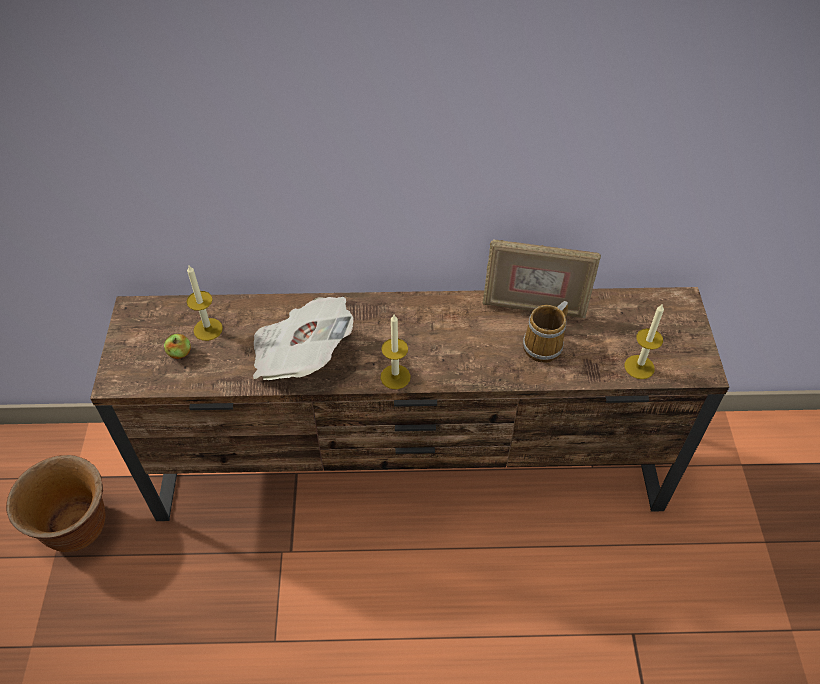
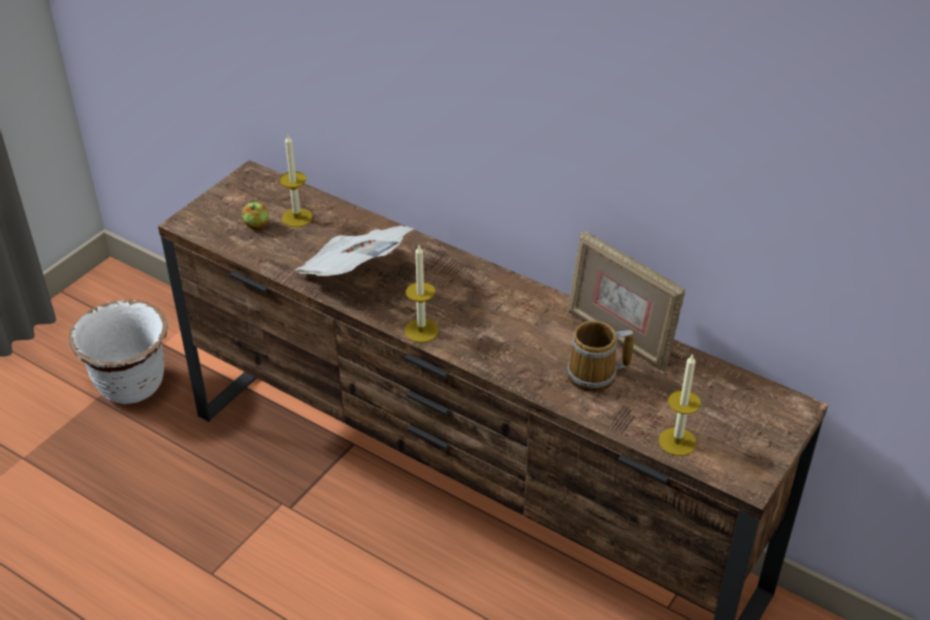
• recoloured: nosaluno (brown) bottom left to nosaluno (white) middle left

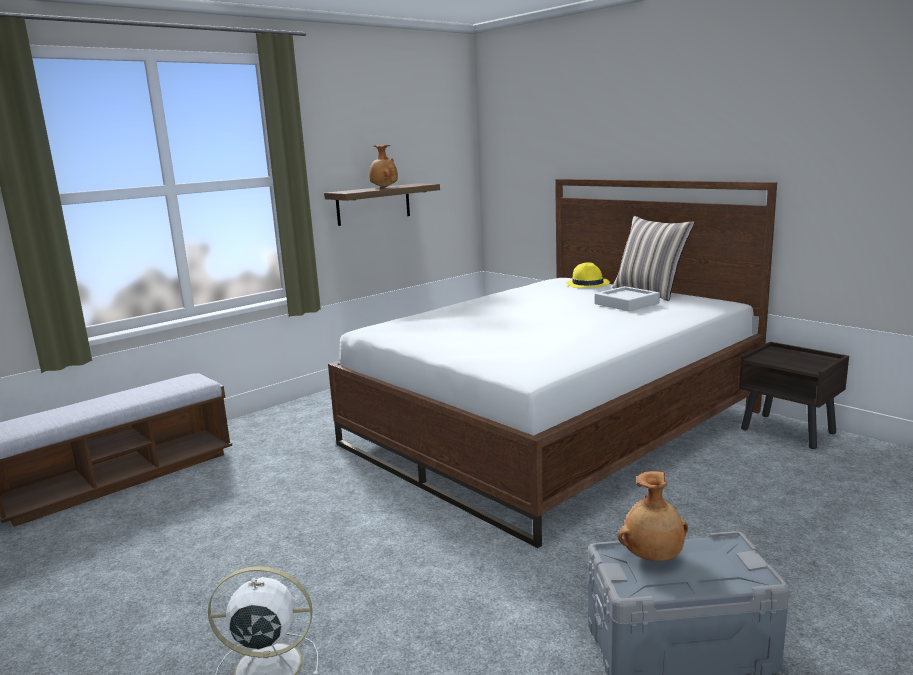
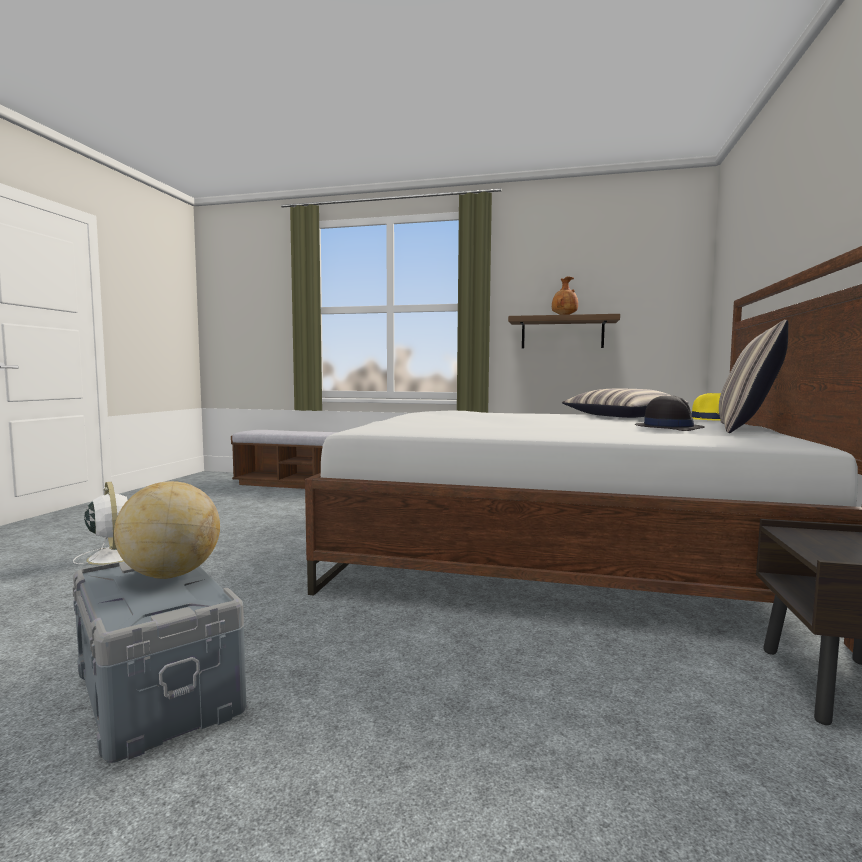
• replaced: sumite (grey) middle right to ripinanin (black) middle right
• replaced: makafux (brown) (2nd from left) bottom right to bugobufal middle left
• added: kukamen (1st from left) middle right

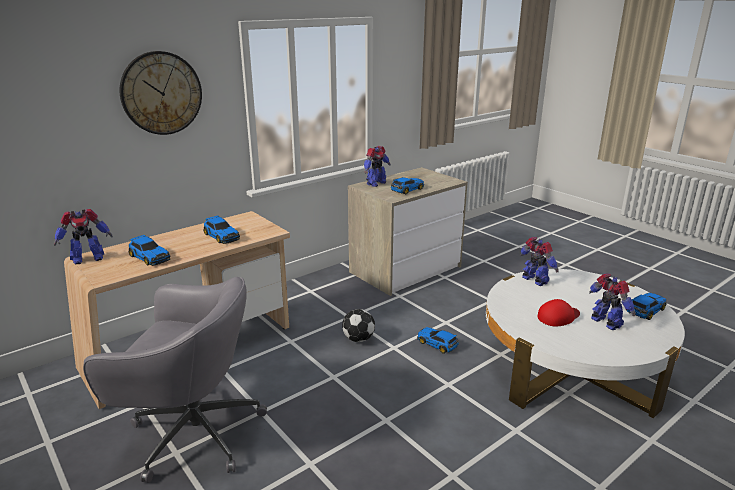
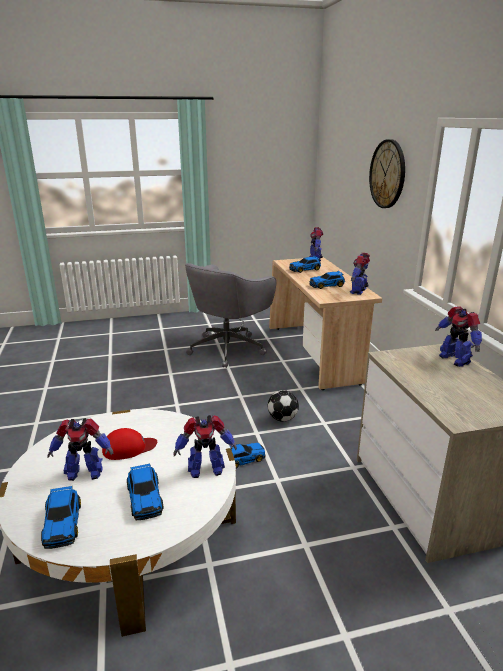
• moved: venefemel (3rd from left in the first image) centre to venefemel (2nd from left) bottom left
• turned: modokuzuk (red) middle right = middle left 105 degrees counterclockwise
• added: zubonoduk (4th from left) middle right

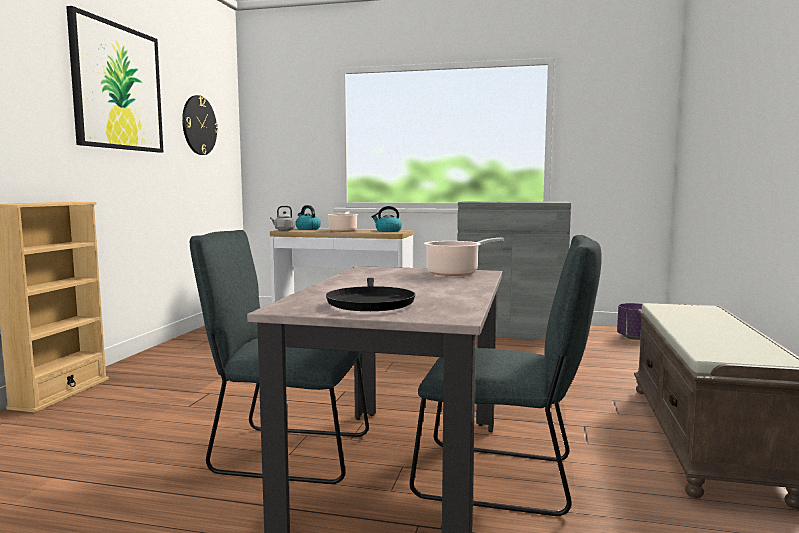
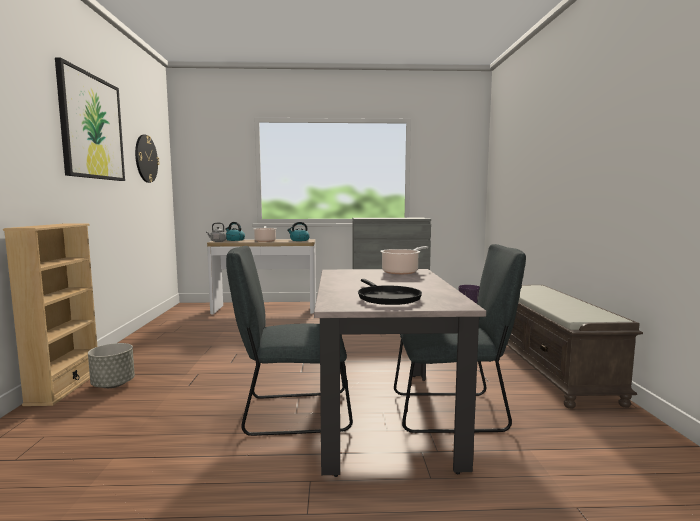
• added: nosaluno (grey) bottom left

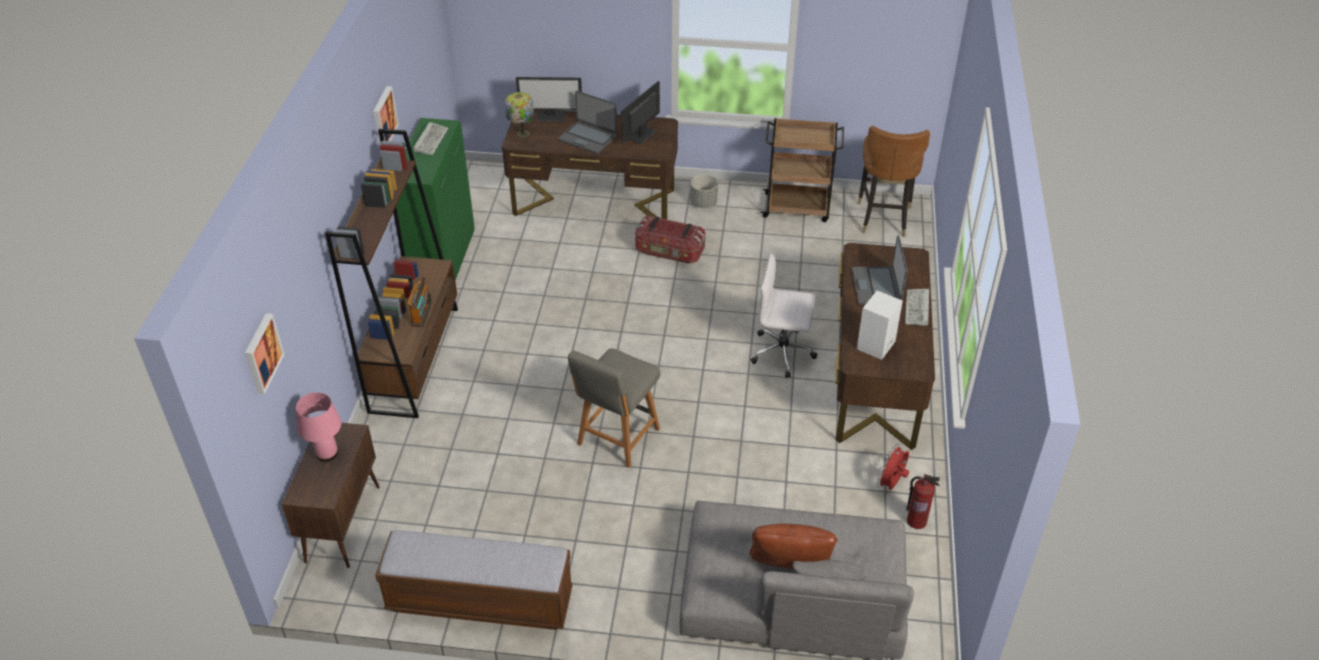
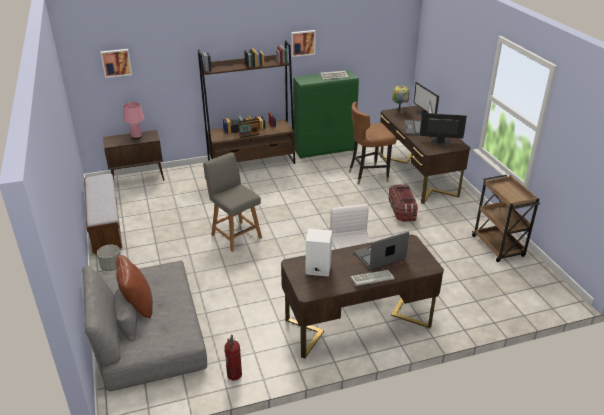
• turned: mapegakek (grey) centre = centre 45 degrees clockwise
• moved: nosaluno (grey) top centre to middle left
• moved: mapegakek (brown) top right to centre
• removed: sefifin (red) bottom right

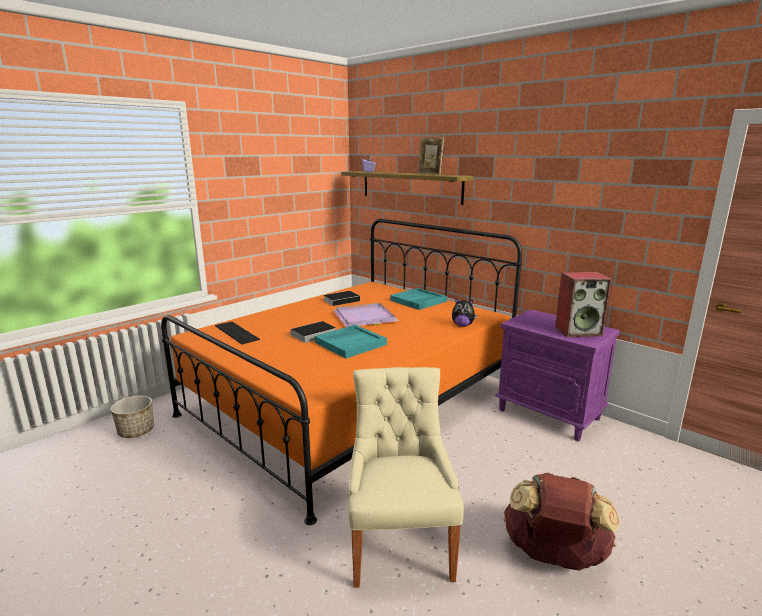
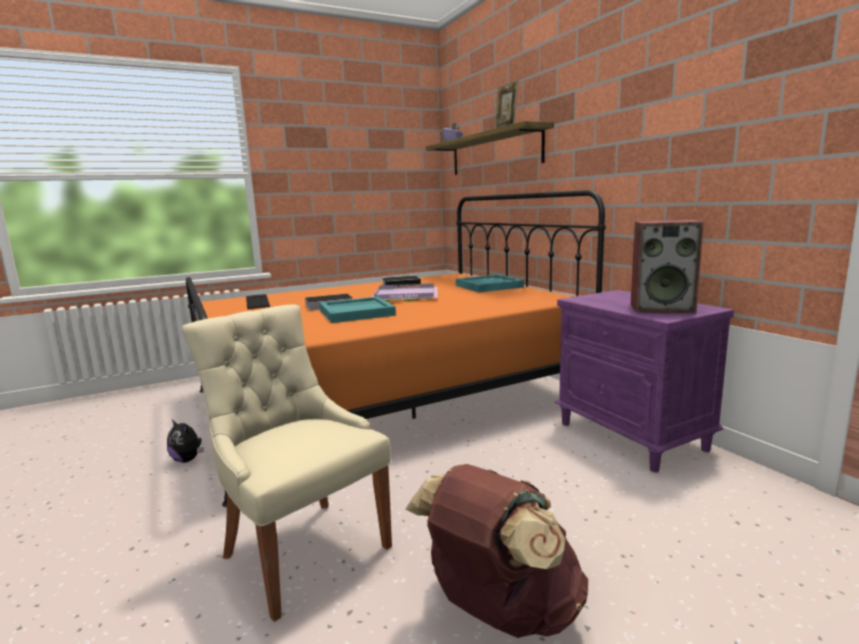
• removed: nosaluno bottom left
• turned: mapegakek (beige) bottom centre = bottom left 60 degrees counterclockwise
• moved: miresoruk centre to bottom left

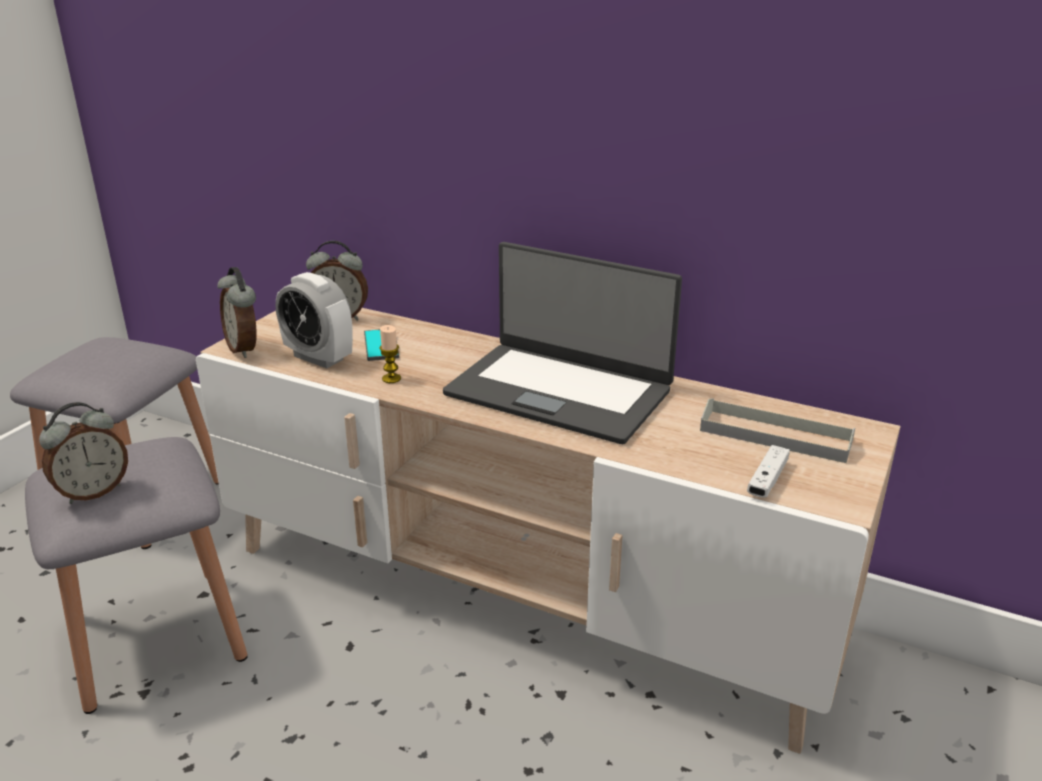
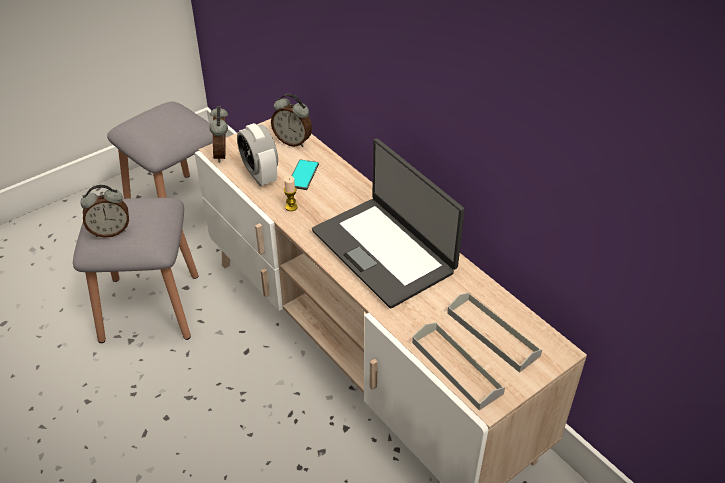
• replaced: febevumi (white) middle right to sumite (grey) (1st from left) bottom centre

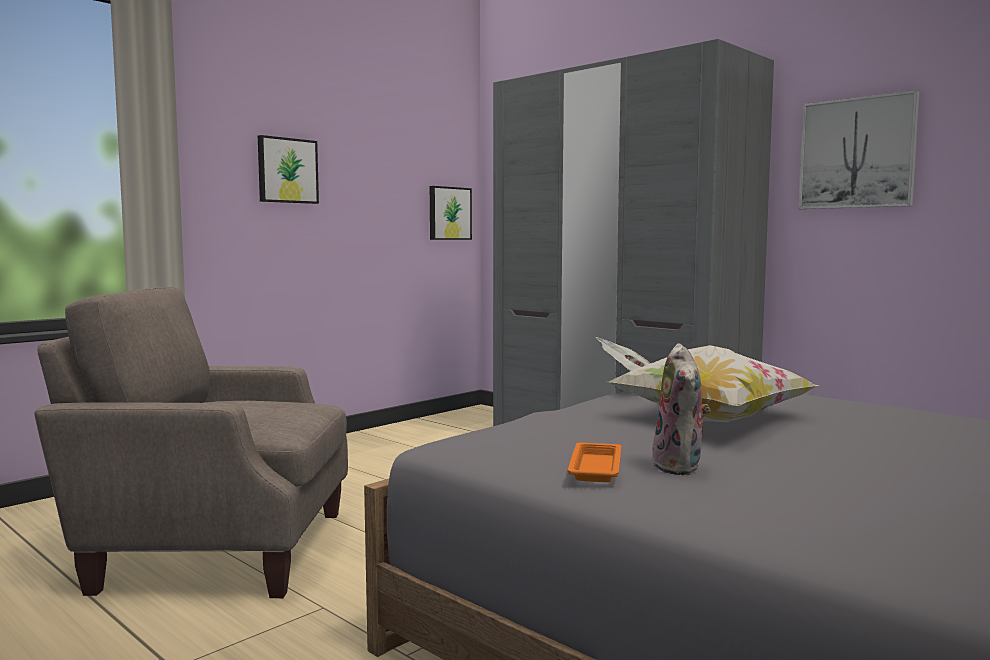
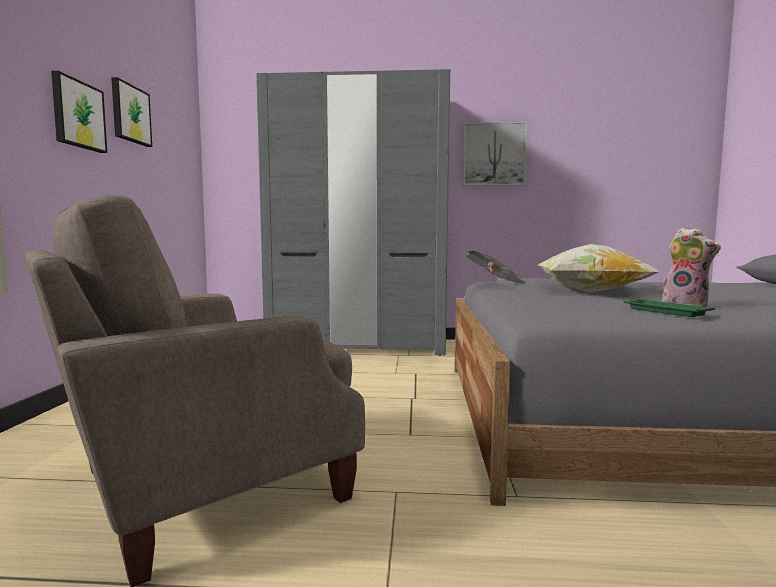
• moved: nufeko (2nd from left) top centre to top left
• recoloured: sumite (orange) bottom centre to sumite (green) middle right

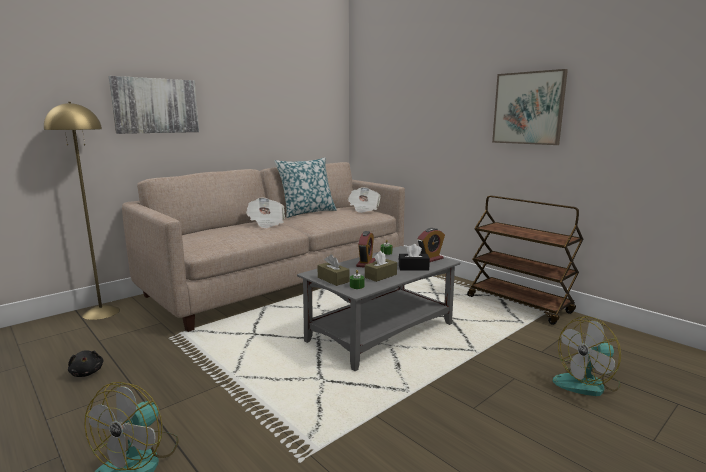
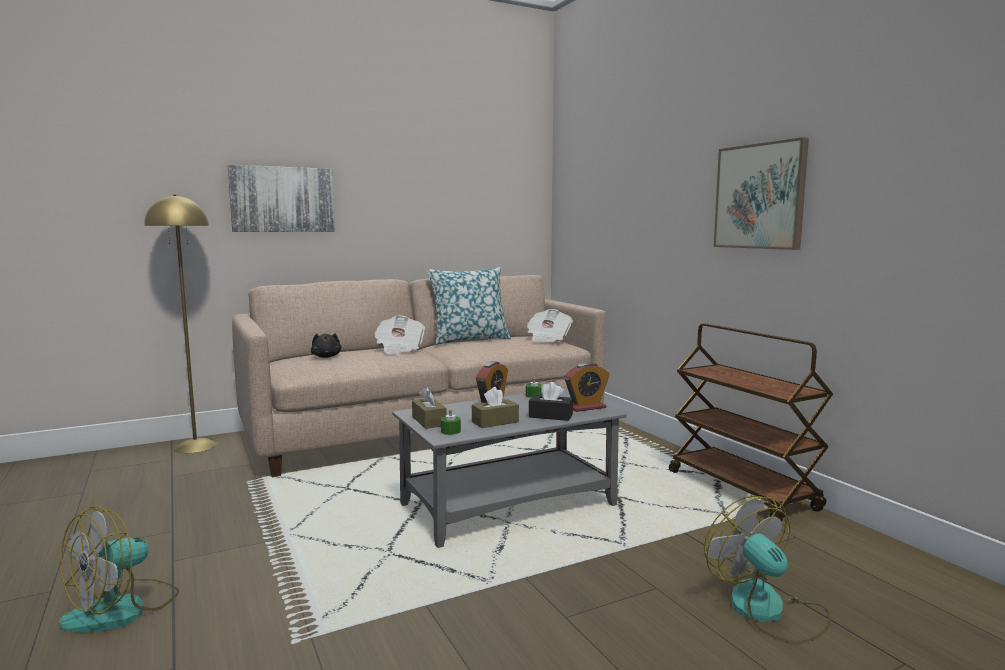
• moved: miresoruk (black) bottom left to middle left
• turned: sefifin (2nd from left) bottom right = bottom right 75 degrees clockwise

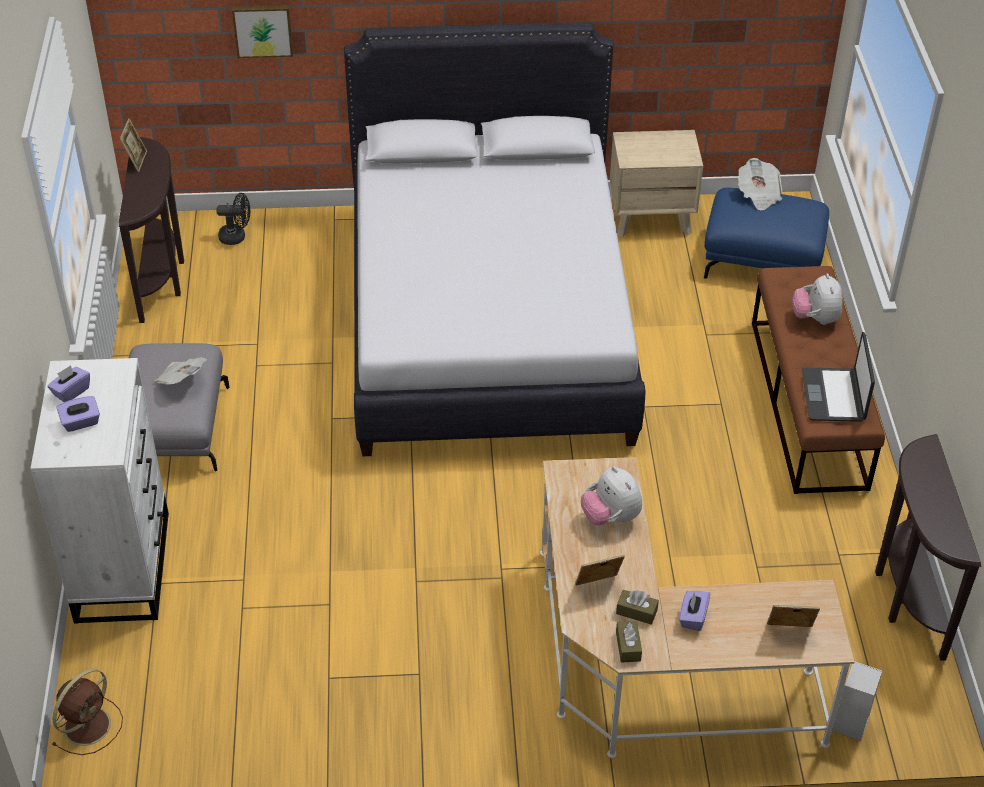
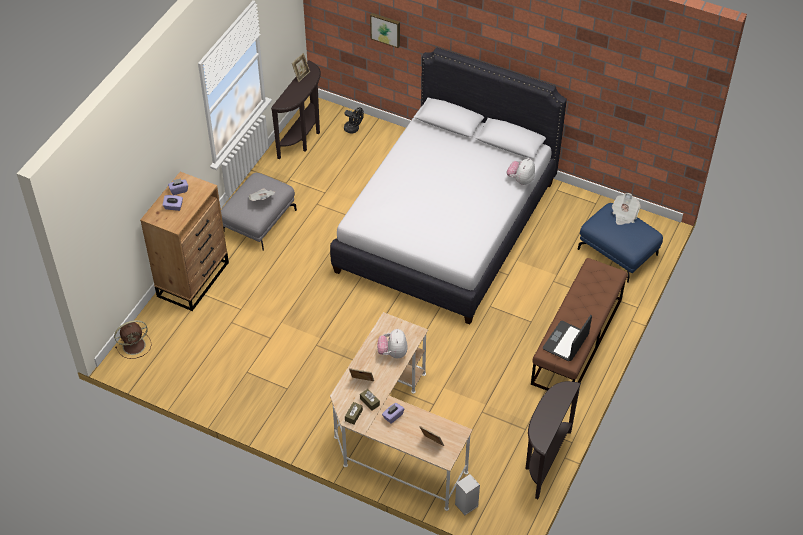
• recoloured: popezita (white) middle left to popezita (brown) middle left
• removed: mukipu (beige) top right
• moved: miresoruk (2nd from left) middle right to top centre

